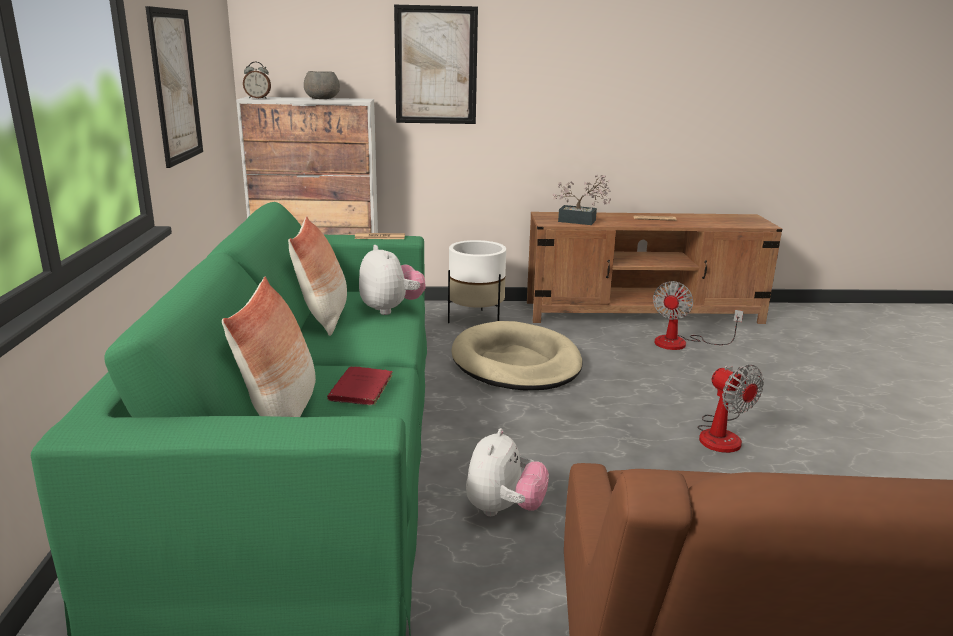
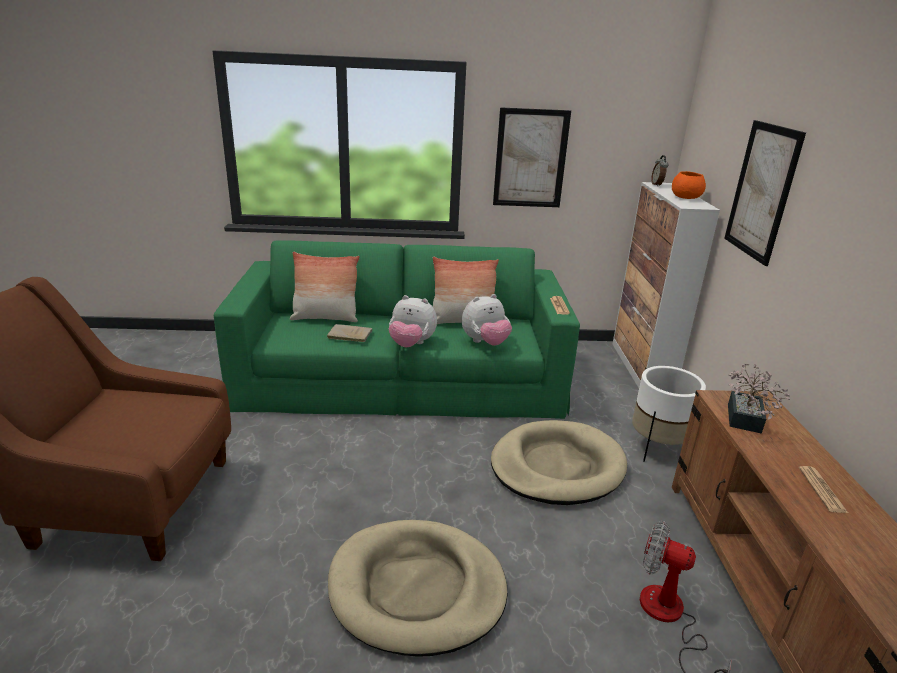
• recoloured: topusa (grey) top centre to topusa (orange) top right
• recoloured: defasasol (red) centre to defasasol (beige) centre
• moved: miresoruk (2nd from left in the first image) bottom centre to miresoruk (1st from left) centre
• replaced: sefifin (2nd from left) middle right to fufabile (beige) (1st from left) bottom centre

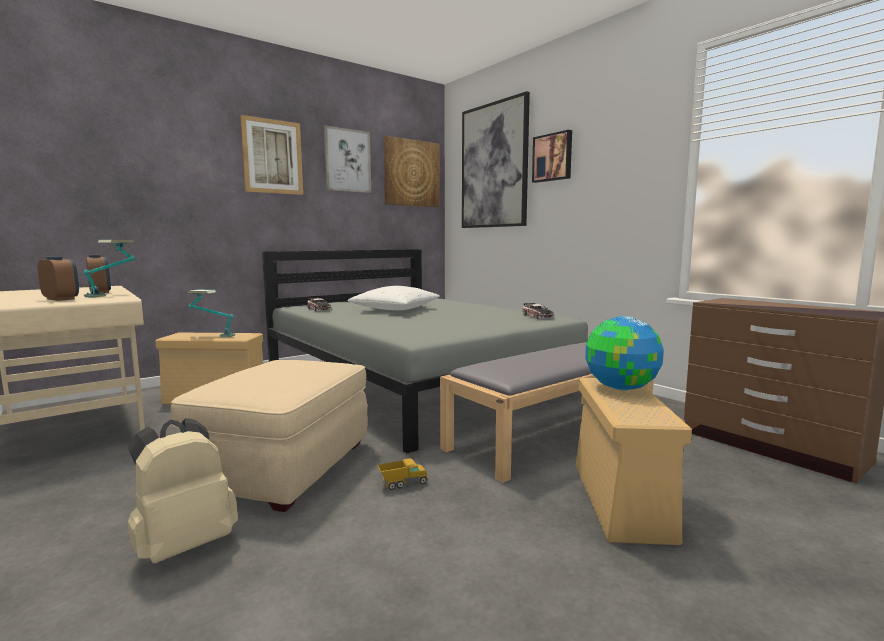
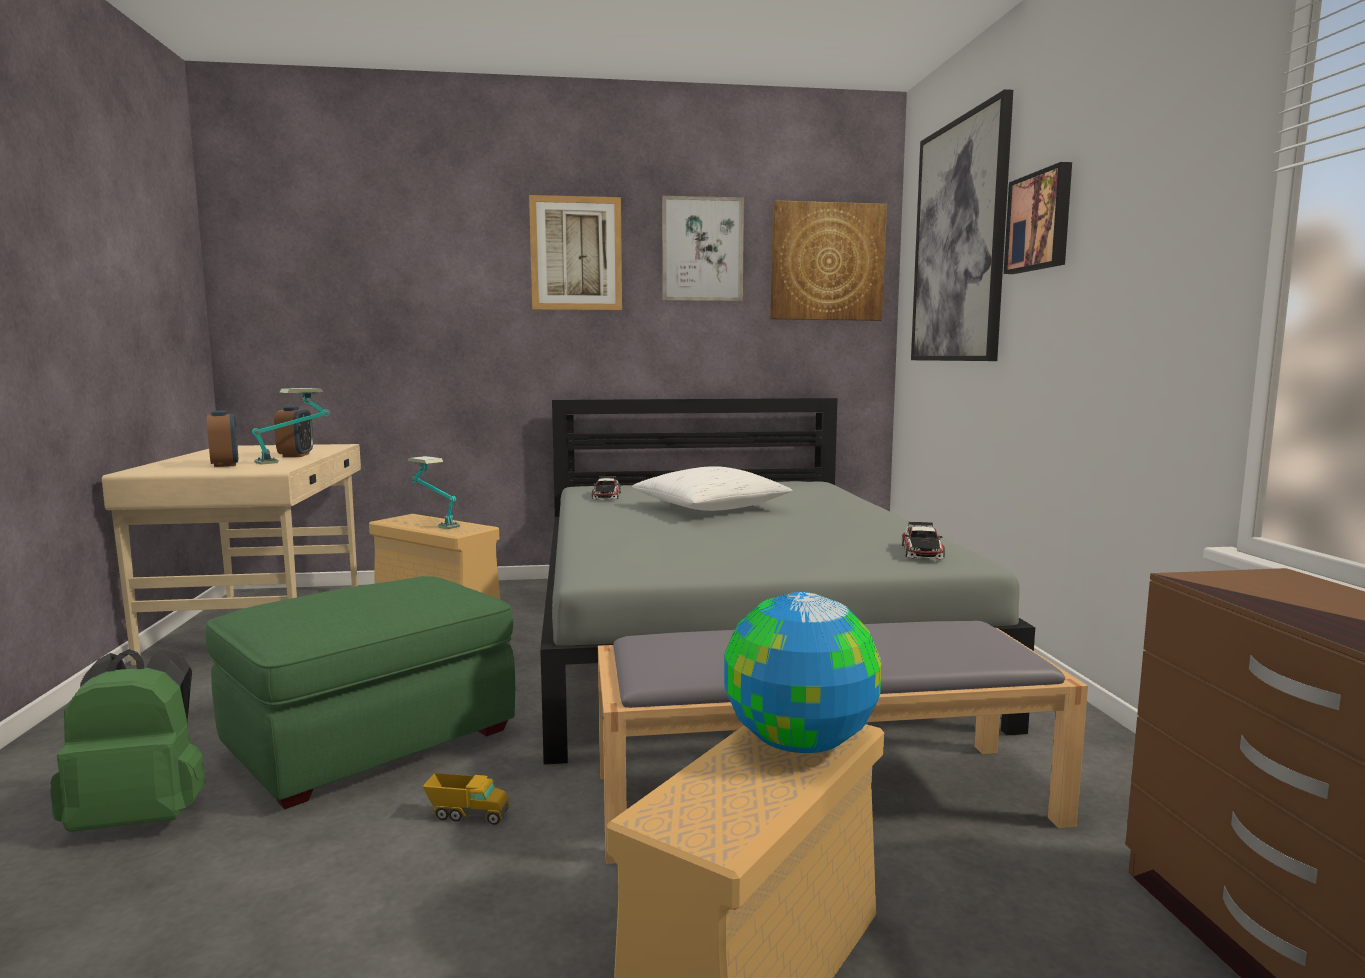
• recoloured: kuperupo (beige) bottom left to kuperupo (green) bottom left
• recoloured: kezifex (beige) bottom left to kezifex (green) bottom left

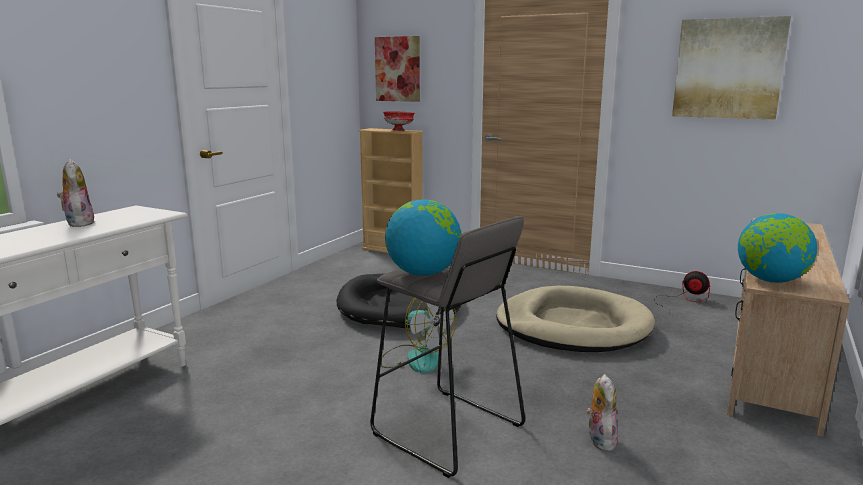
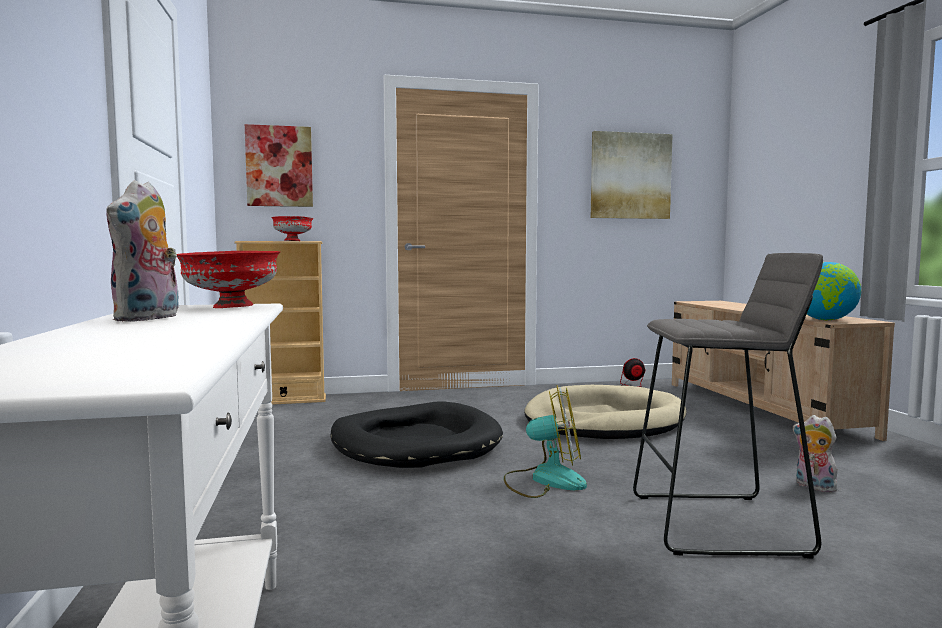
• turned: miresoruk (1st from left) middle left = middle left 105 degrees counterclockwise
• removed: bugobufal (1st from left) centre
• added: topusa (red) (1st from left) middle left

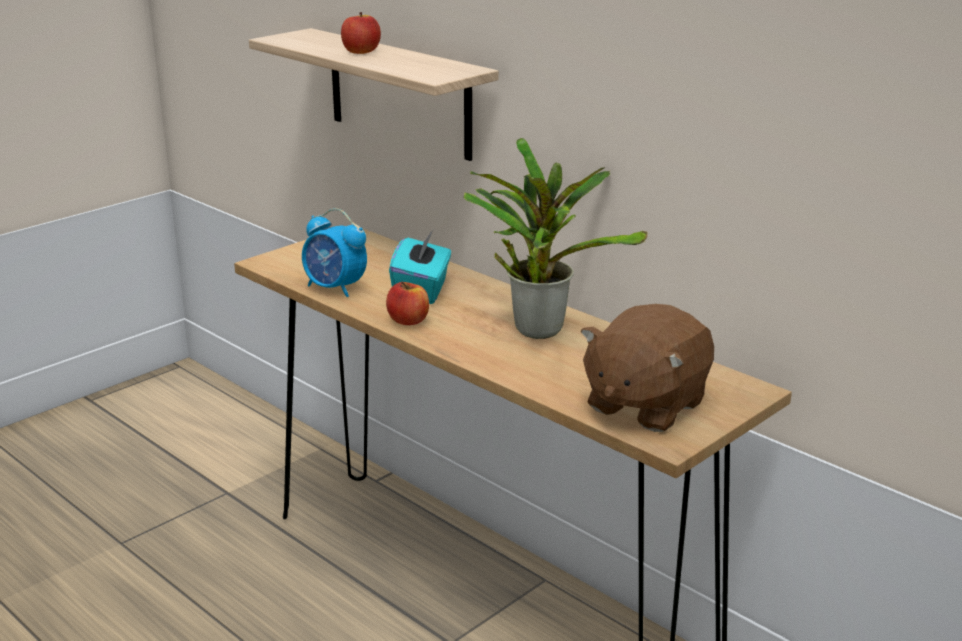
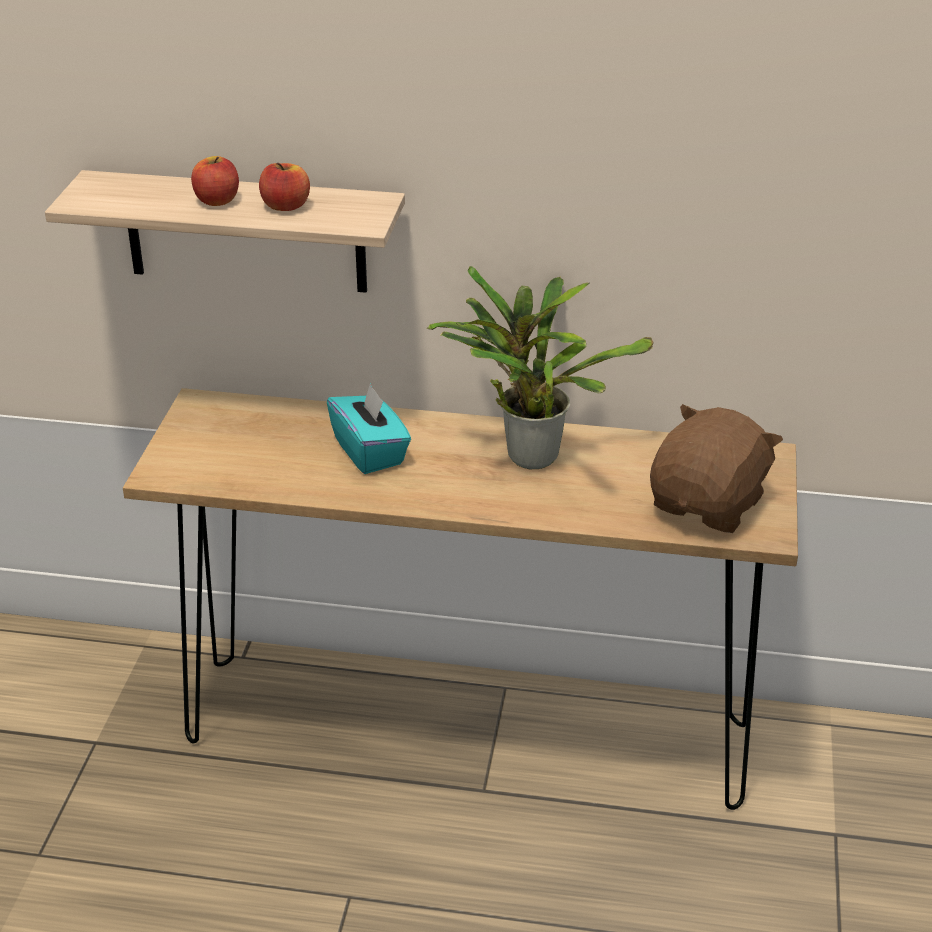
• removed: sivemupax centre
• moved: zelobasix (2nd from left) centre to top left
• turned: miresoruk (brown) middle right = middle right 150 degrees counterclockwise

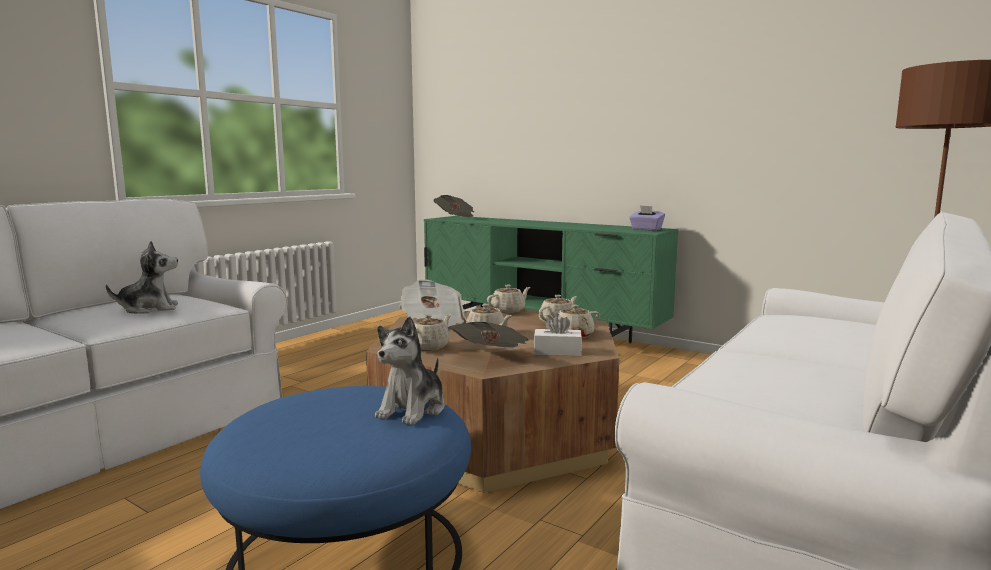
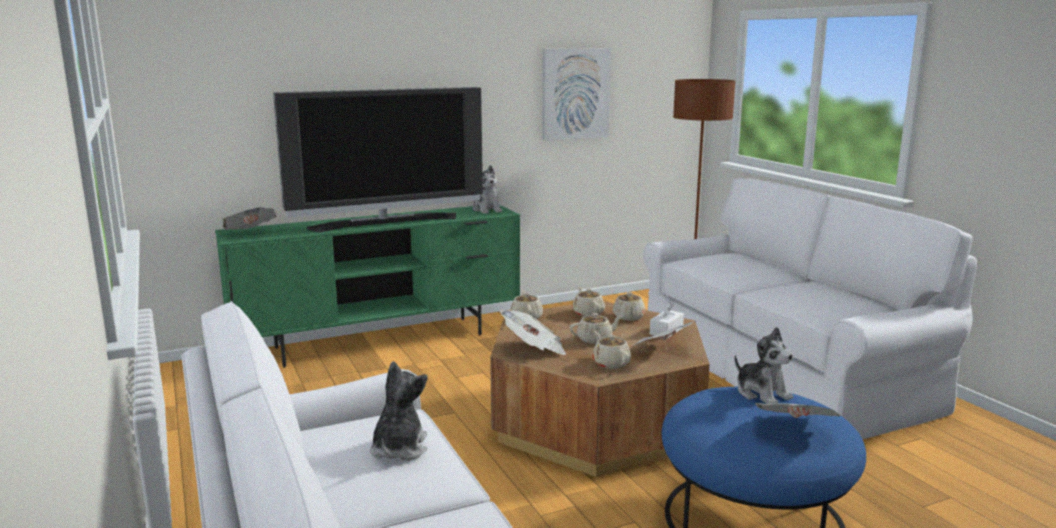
• replaced: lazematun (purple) centre to miresoruk (2nd from left) centre
• added: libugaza top centre
• added: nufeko top centre
• added: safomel (4th from left) bottom right

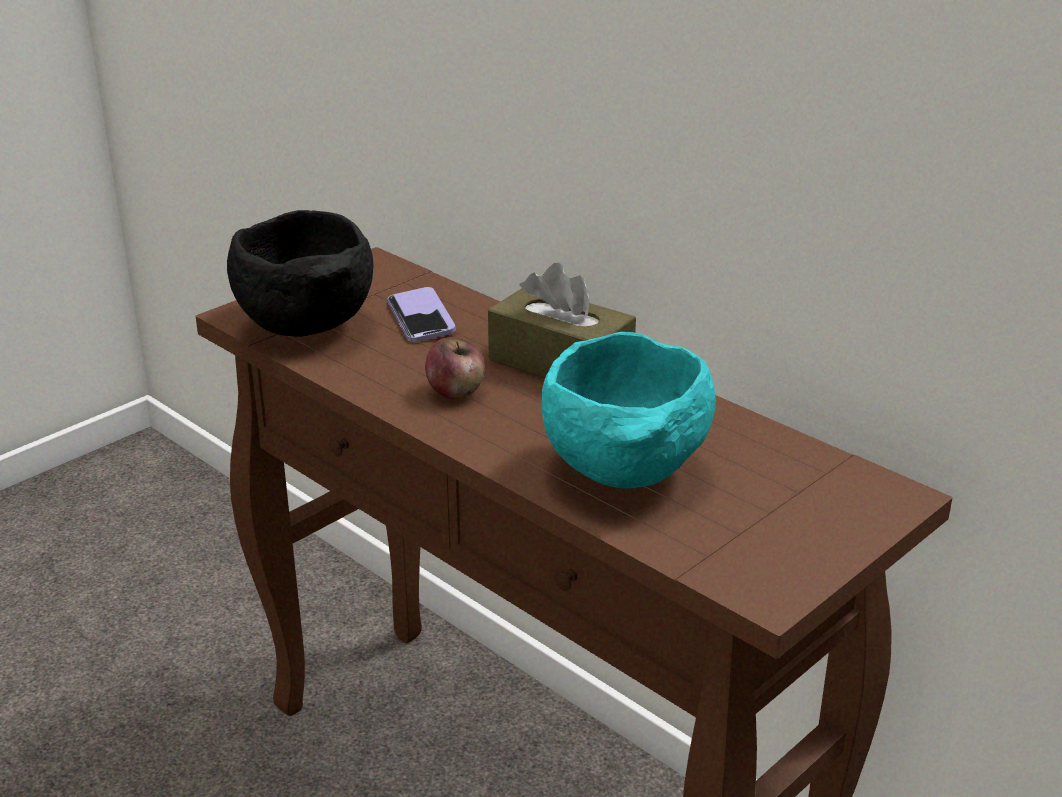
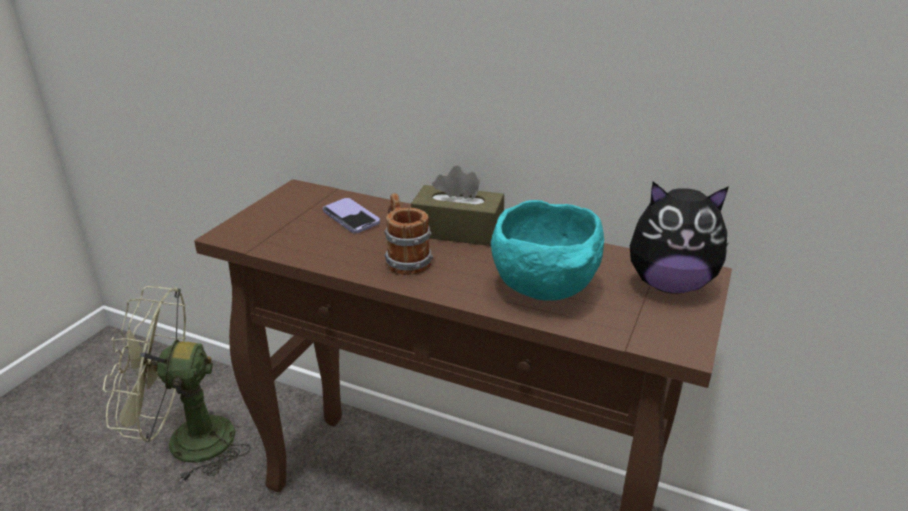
• removed: topusa (black) middle left
• replaced: zelobasix centre to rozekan centre
• added: sefifin (green) bottom left
• added: miresoruk middle right

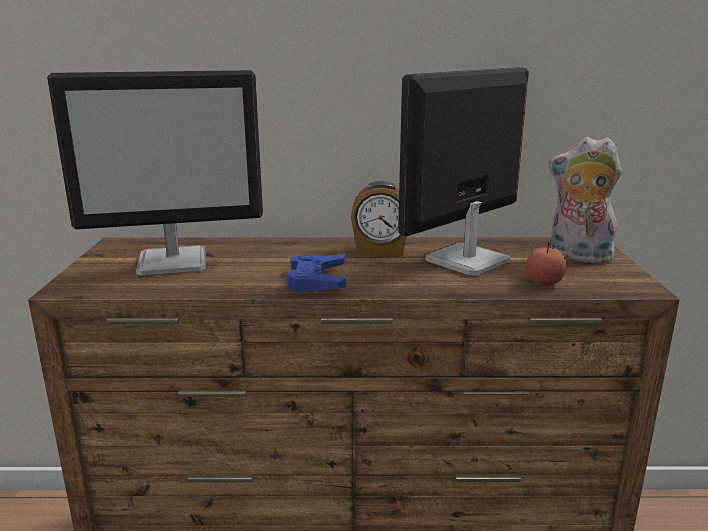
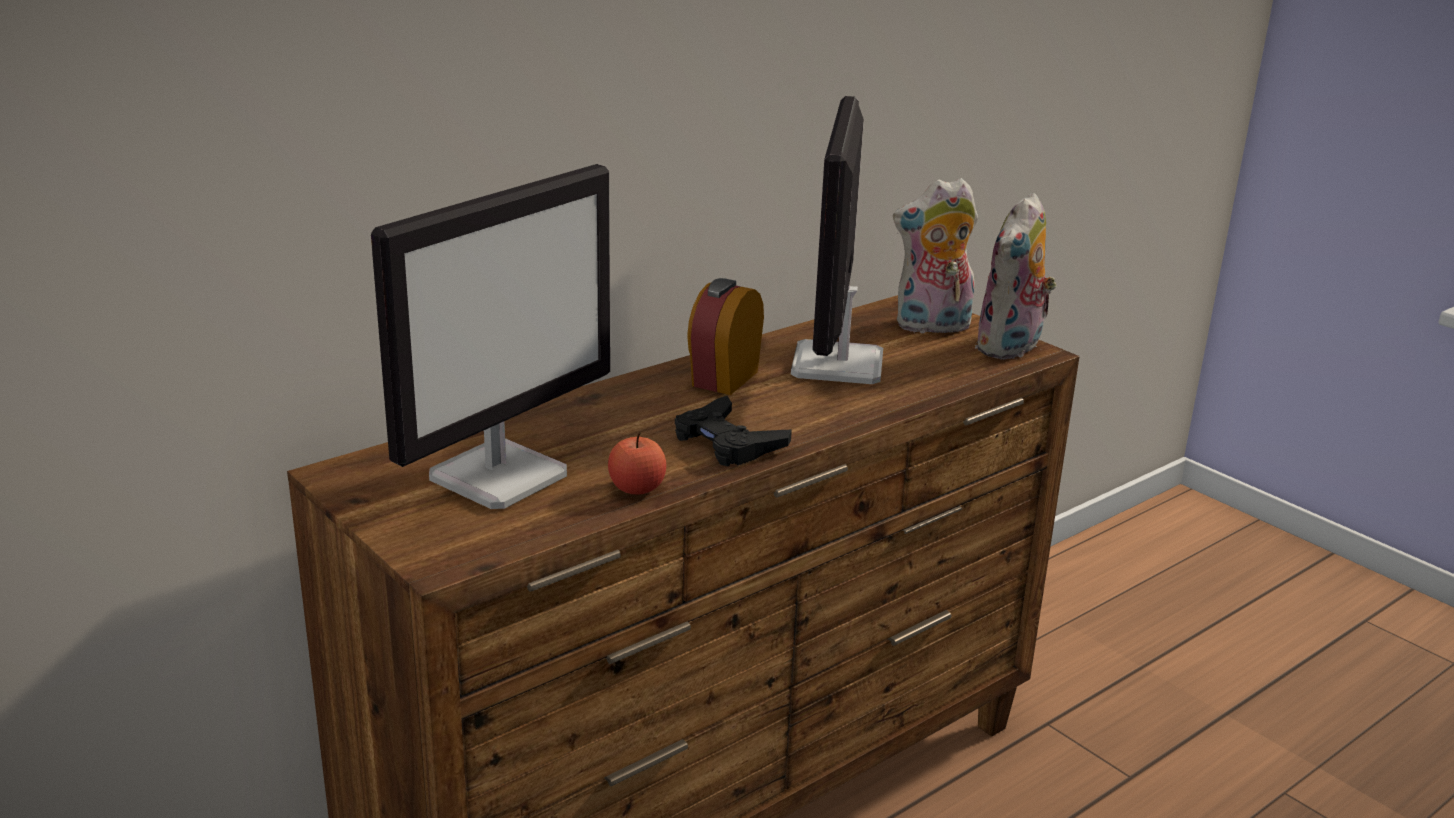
• recoloured: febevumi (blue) centre to febevumi (black) centre
• turned: sivemupax centre = centre 150 degrees clockwise
• moved: zelobasix middle right to centre
• added: miresoruk (2nd from left) middle right

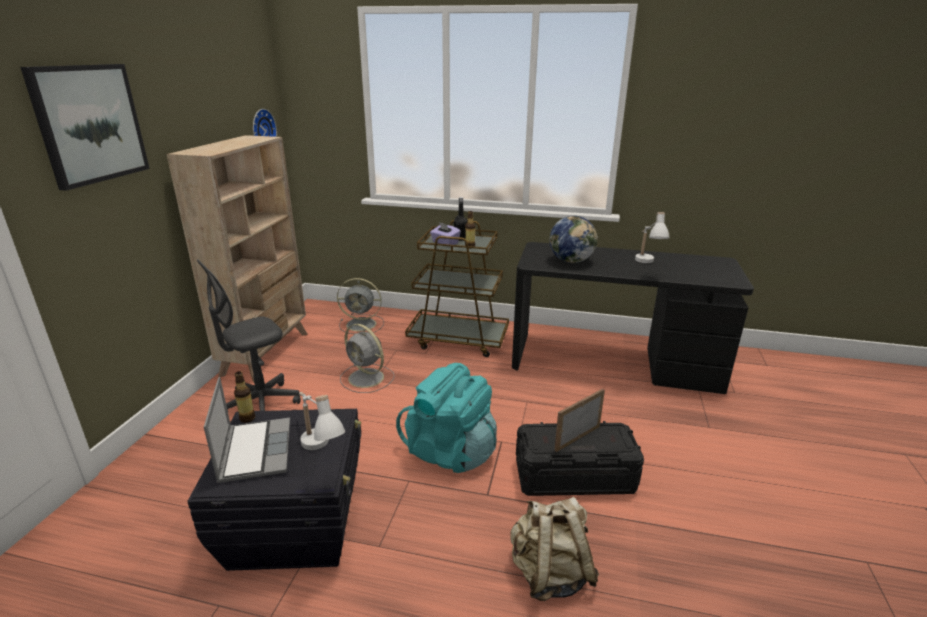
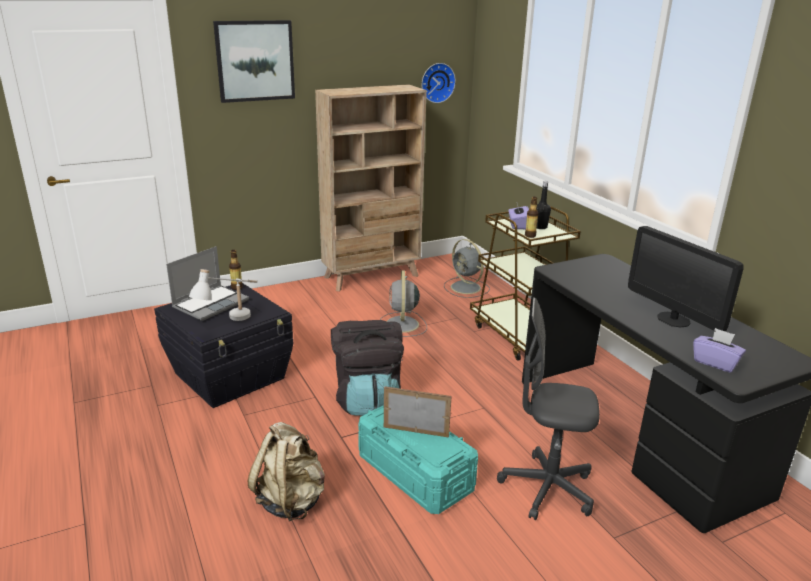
• moved: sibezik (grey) middle left to bottom right
• recoloured: kuperupo (turquoise) bottom centre to kuperupo (black) centre
• recoloured: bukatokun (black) (2nd from left) bottom centre to bukatokun (turquoise) bottom centre
• removed: bugobufal centre
• replaced: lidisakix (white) (2nd from left) middle right to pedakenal middle right
• added: lazematun (purple) (2nd from left) middle right

